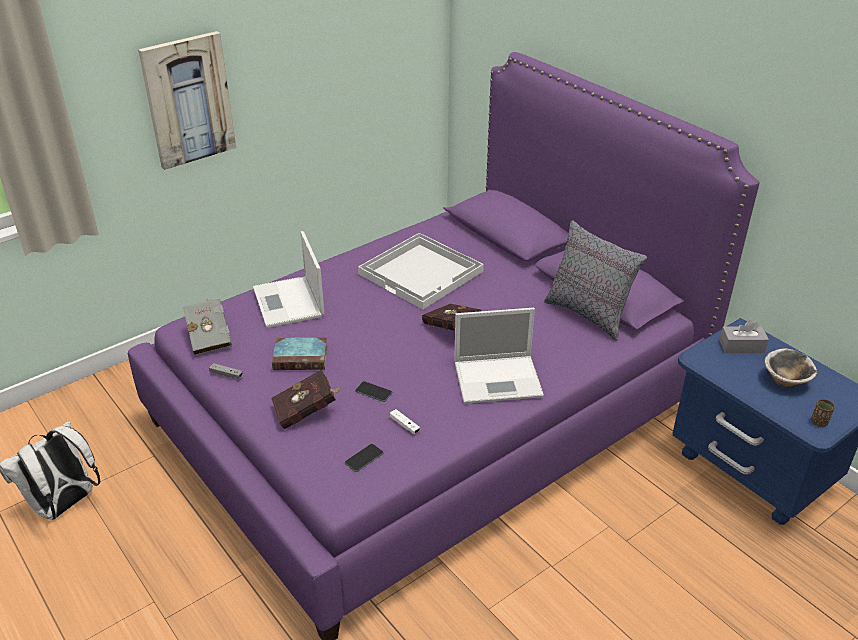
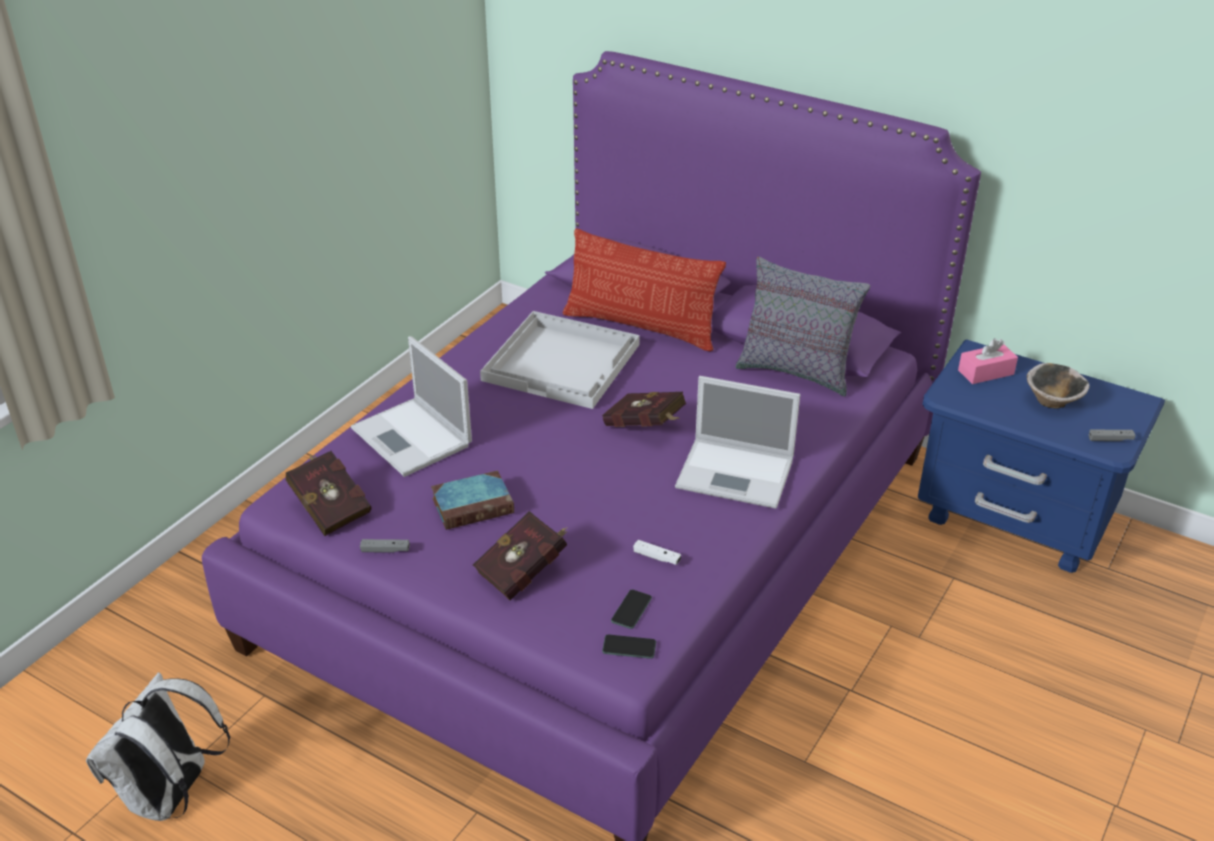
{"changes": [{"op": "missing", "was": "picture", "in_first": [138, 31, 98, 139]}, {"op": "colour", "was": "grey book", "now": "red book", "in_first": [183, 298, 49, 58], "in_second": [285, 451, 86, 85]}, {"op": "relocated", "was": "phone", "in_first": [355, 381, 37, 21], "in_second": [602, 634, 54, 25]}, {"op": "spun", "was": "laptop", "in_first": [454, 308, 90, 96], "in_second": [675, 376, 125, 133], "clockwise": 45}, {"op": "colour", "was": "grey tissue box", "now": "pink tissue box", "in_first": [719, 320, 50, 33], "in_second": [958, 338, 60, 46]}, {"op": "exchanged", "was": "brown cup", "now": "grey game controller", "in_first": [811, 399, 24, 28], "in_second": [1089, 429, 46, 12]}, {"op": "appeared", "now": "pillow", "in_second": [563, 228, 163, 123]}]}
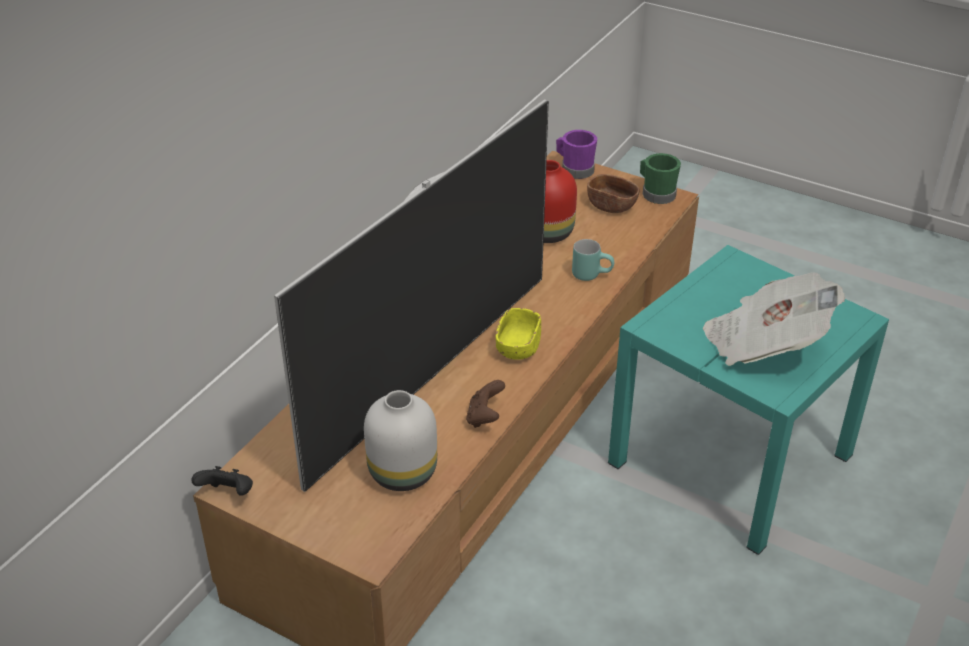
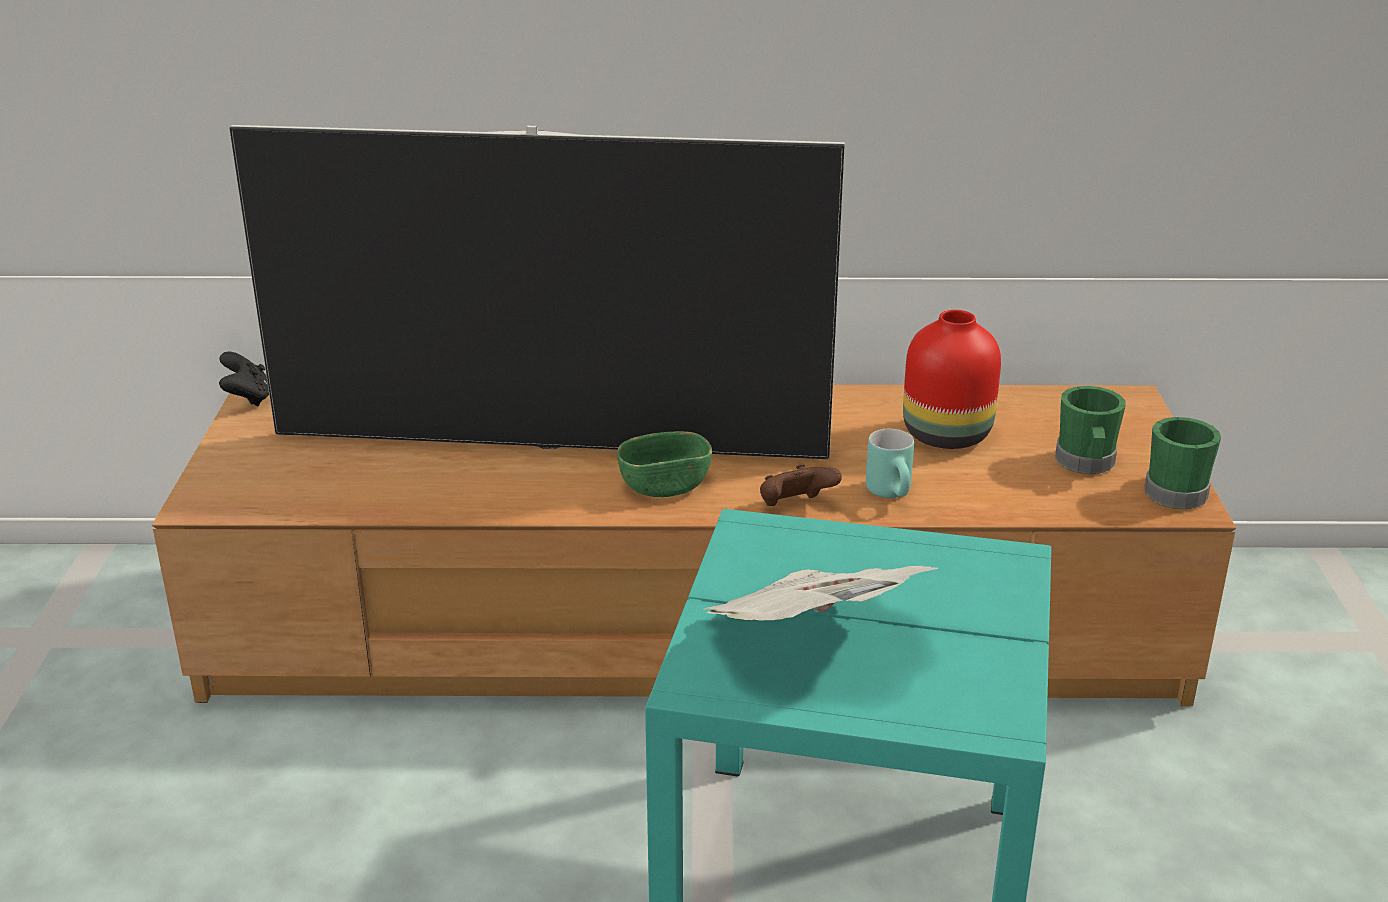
{"changes": [{"op": "missing", "was": "white vase", "in_first": [364, 390, 73, 101]}, {"op": "relocated", "was": "brown game controller", "in_first": [466, 380, 39, 48], "in_second": [760, 464, 82, 42]}, {"op": "colour", "was": "yellow bowl", "now": "green bowl", "in_first": [495, 308, 46, 52], "in_second": [617, 431, 95, 66]}, {"op": "missing", "was": "purple mug", "in_first": [556, 130, 41, 49]}, {"op": "exchanged", "was": "brown bowl", "now": "green mug", "in_first": [587, 174, 52, 39], "in_second": [1055, 386, 71, 88]}]}
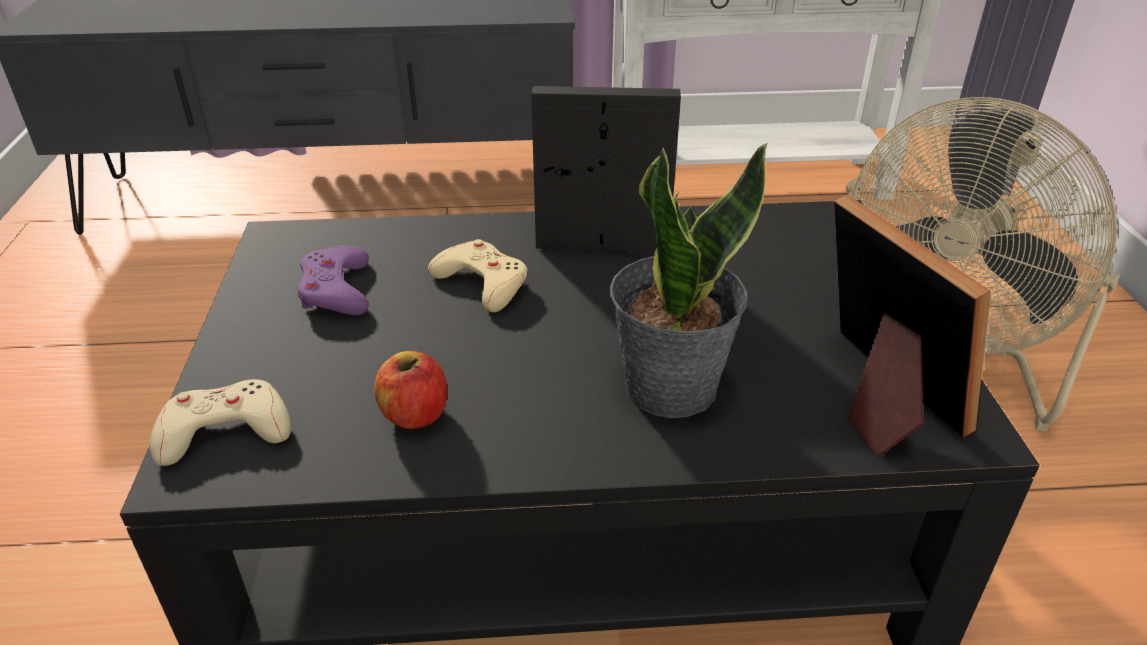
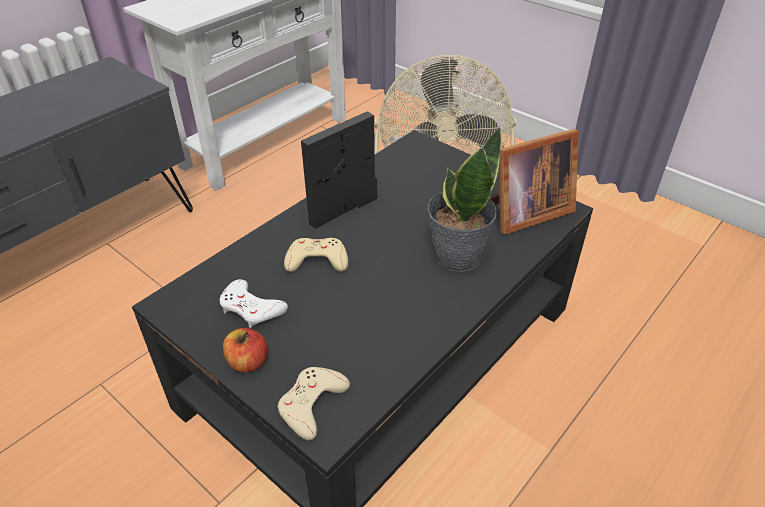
{"changes": [{"op": "colour", "was": "purple game controller", "now": "white game controller", "in_first": [297, 246, 72, 69], "in_second": [220, 279, 68, 49]}, {"op": "relocated", "was": "apple", "in_first": [374, 351, 73, 78], "in_second": [223, 328, 45, 44]}, {"op": "spun", "was": "picture frame", "in_first": [834, 194, 157, 263], "in_second": [489, 129, 90, 106], "clockwise": 135}]}
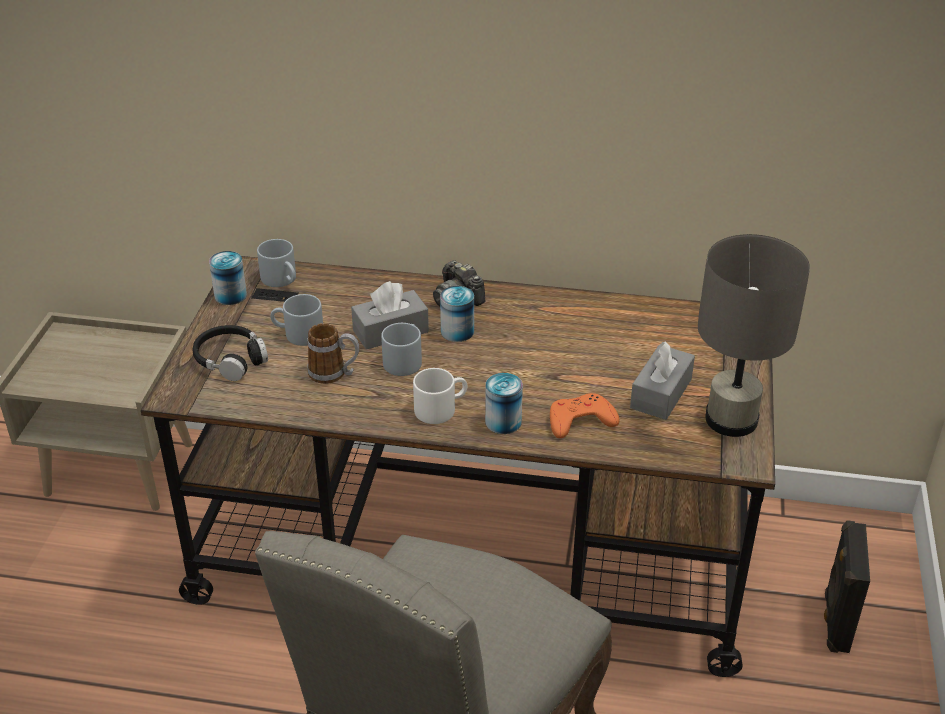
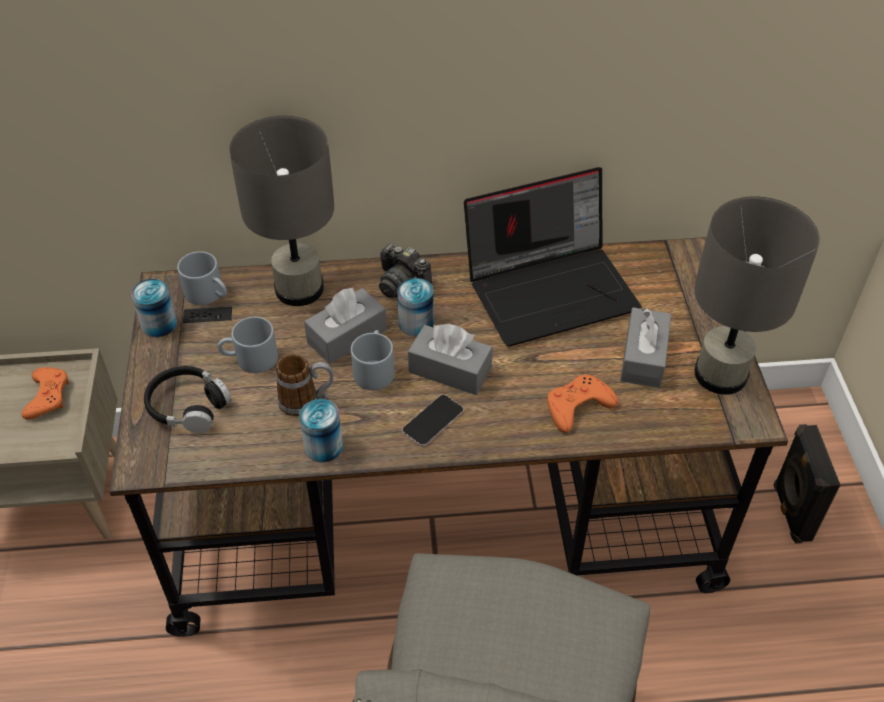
{"changes": [{"op": "exchanged", "was": "white mug", "now": "phone", "in_first": [413, 368, 54, 56], "in_second": [402, 395, 62, 51]}, {"op": "relocated", "was": "can", "in_first": [485, 373, 38, 61], "in_second": [299, 399, 44, 64]}, {"op": "appeared", "now": "orange game controller", "in_second": [22, 367, 47, 53]}, {"op": "appeared", "now": "grey table lamp", "in_second": [229, 116, 105, 190]}, {"op": "appeared", "now": "grey tissue box", "in_second": [408, 324, 85, 71]}, {"op": "appeared", "now": "laptop", "in_second": [464, 167, 178, 180]}]}
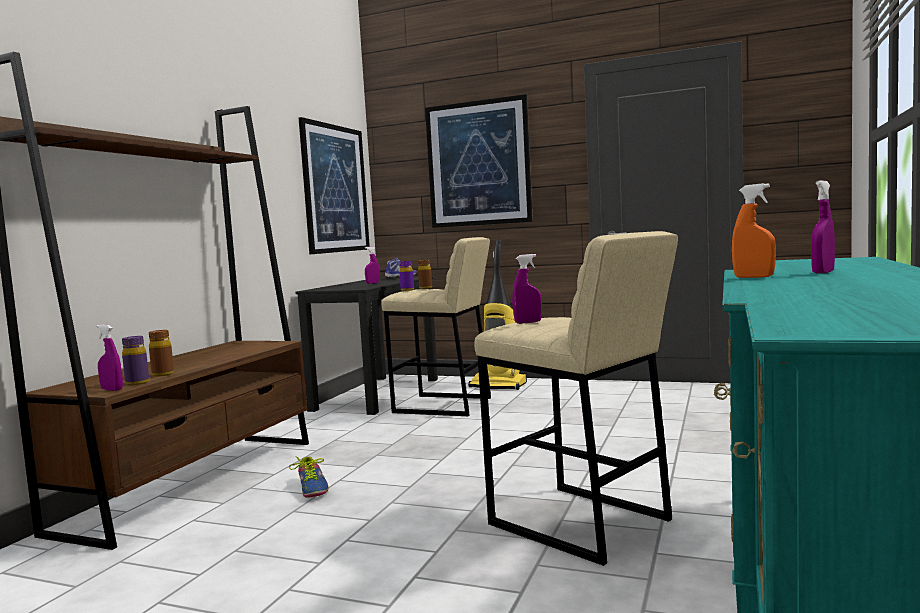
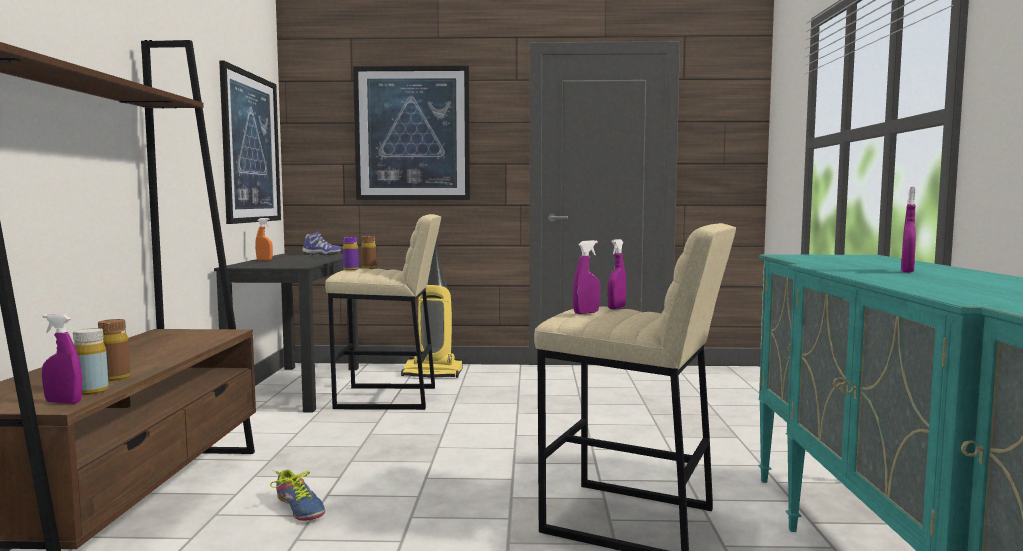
{"changes": [{"op": "colour", "was": "purple bottle", "now": "yellow bottle", "in_first": [122, 336, 27, 49], "in_second": [73, 328, 35, 67]}, {"op": "relocated", "was": "purple spray bottle", "in_first": [365, 247, 15, 37], "in_second": [608, 239, 18, 71]}, {"op": "relocated", "was": "orange spray bottle", "in_first": [732, 183, 44, 95], "in_second": [255, 218, 18, 42]}]}
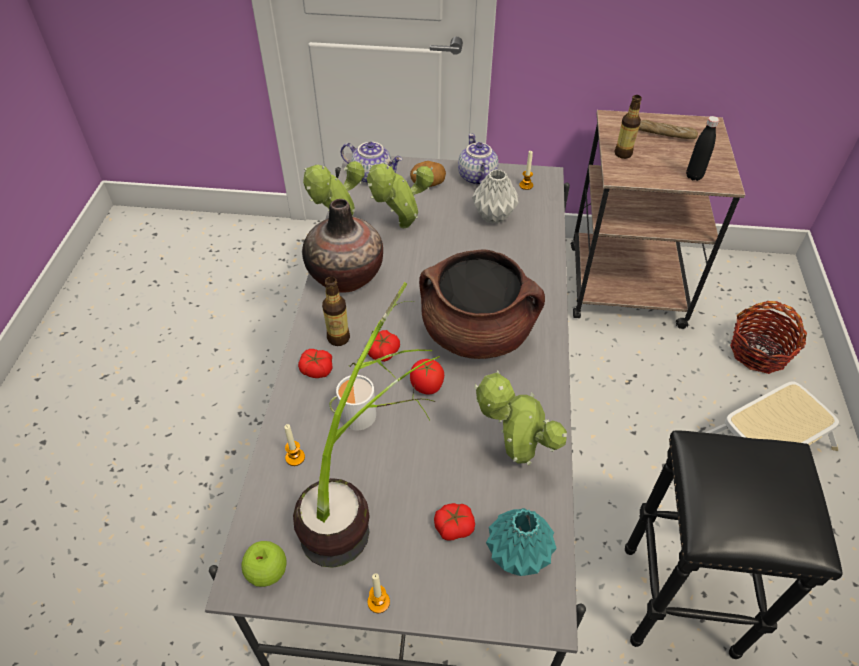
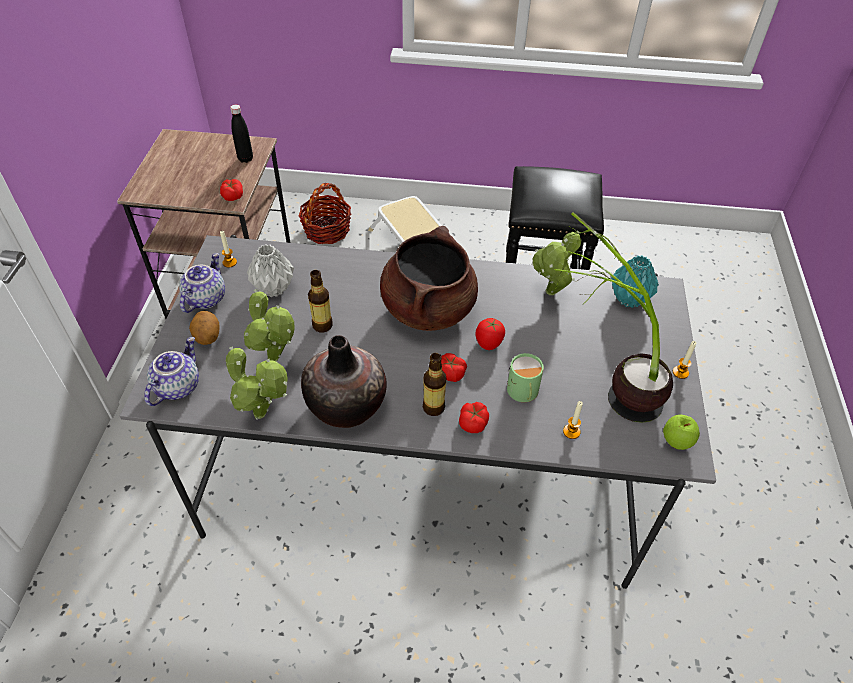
{"changes": [{"op": "colour", "was": "white mug", "now": "green mug", "in_first": [329, 375, 47, 55], "in_second": [507, 353, 37, 49]}, {"op": "relocated", "was": "tomato", "in_first": [434, 503, 41, 38], "in_second": [220, 179, 23, 22]}, {"op": "spun", "was": "teapot", "in_first": [458, 134, 41, 51], "in_second": [179, 253, 46, 60], "clockwise": 120}, {"op": "relocated", "was": "bottle", "in_first": [614, 95, 28, 64], "in_second": [308, 270, 25, 62]}, {"op": "missing", "was": "bread", "in_first": [638, 120, 60, 19]}]}
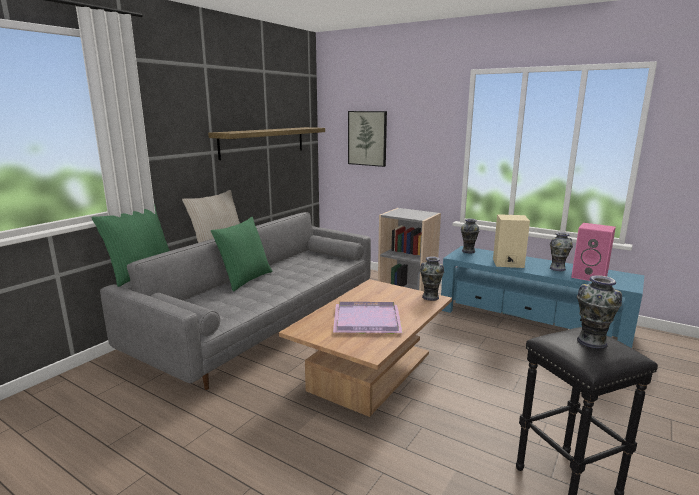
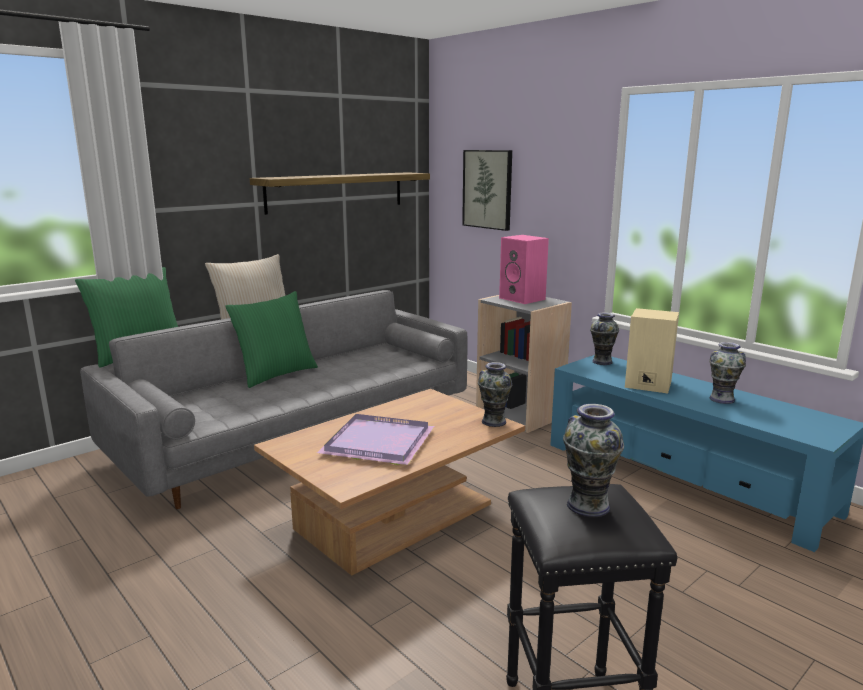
{"changes": [{"op": "relocated", "was": "pink speaker", "in_first": [571, 223, 45, 58], "in_second": [499, 235, 50, 69]}]}
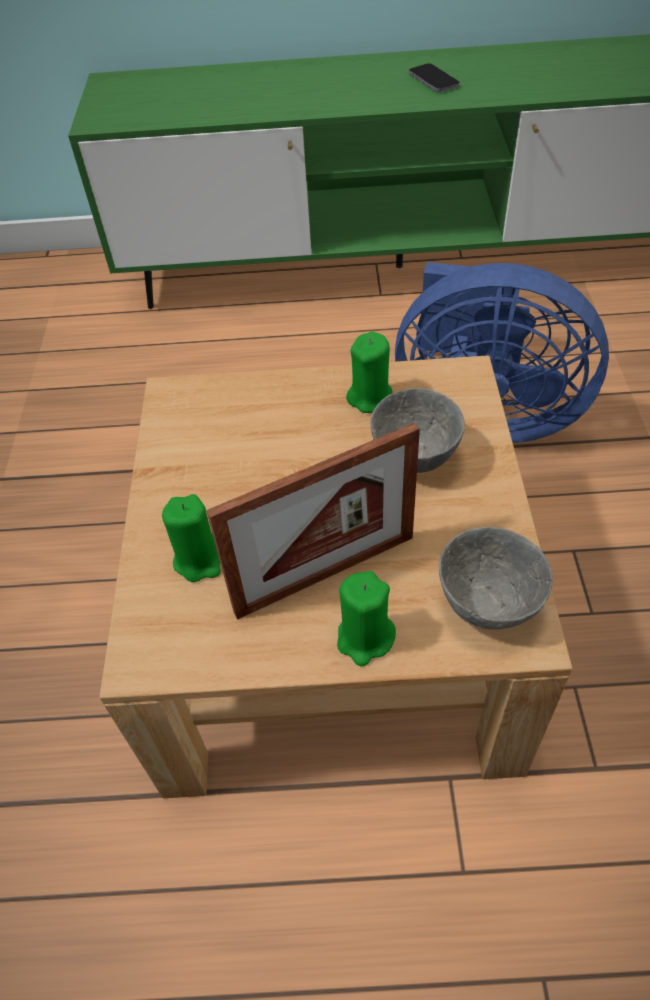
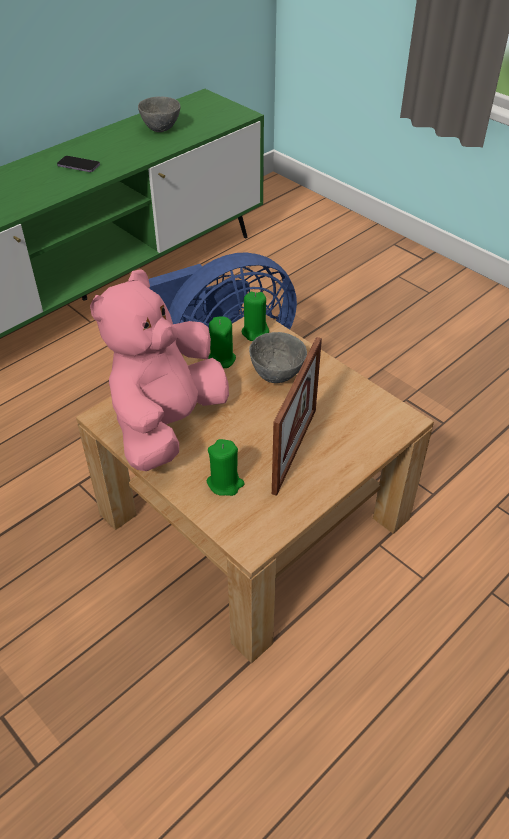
{"changes": [{"op": "relocated", "was": "green candle", "in_first": [337, 571, 59, 95], "in_second": [242, 292, 27, 49]}, {"op": "relocated", "was": "grey bowl", "in_first": [439, 527, 114, 102], "in_second": [138, 97, 43, 35]}, {"op": "appeared", "now": "pink plush toy", "in_second": [90, 269, 139, 202]}]}
